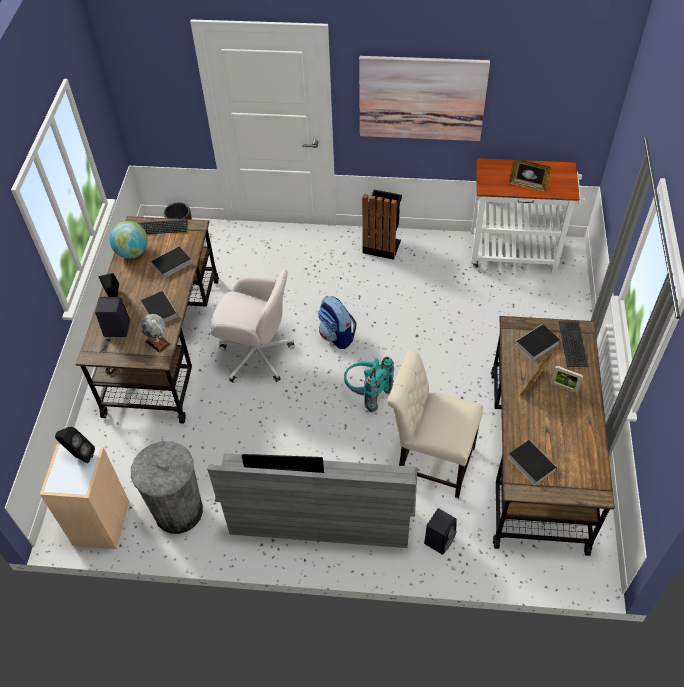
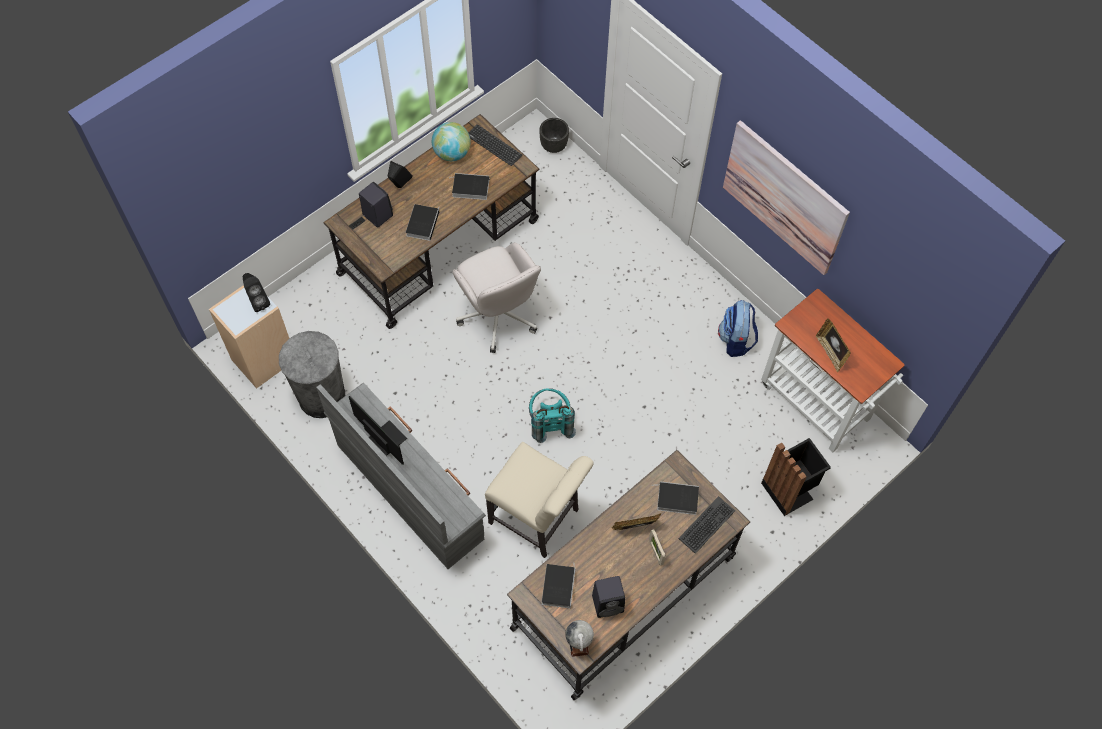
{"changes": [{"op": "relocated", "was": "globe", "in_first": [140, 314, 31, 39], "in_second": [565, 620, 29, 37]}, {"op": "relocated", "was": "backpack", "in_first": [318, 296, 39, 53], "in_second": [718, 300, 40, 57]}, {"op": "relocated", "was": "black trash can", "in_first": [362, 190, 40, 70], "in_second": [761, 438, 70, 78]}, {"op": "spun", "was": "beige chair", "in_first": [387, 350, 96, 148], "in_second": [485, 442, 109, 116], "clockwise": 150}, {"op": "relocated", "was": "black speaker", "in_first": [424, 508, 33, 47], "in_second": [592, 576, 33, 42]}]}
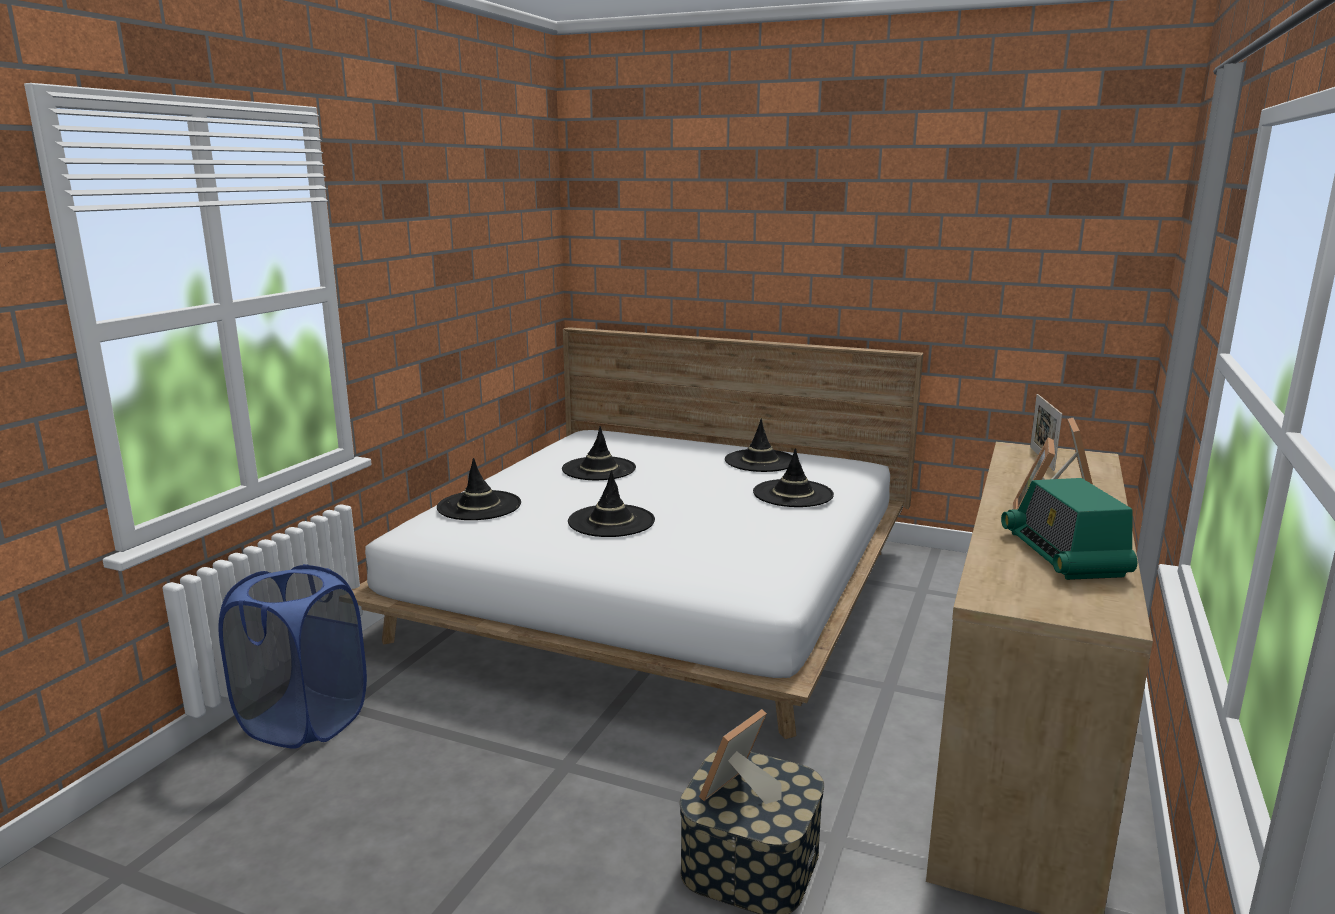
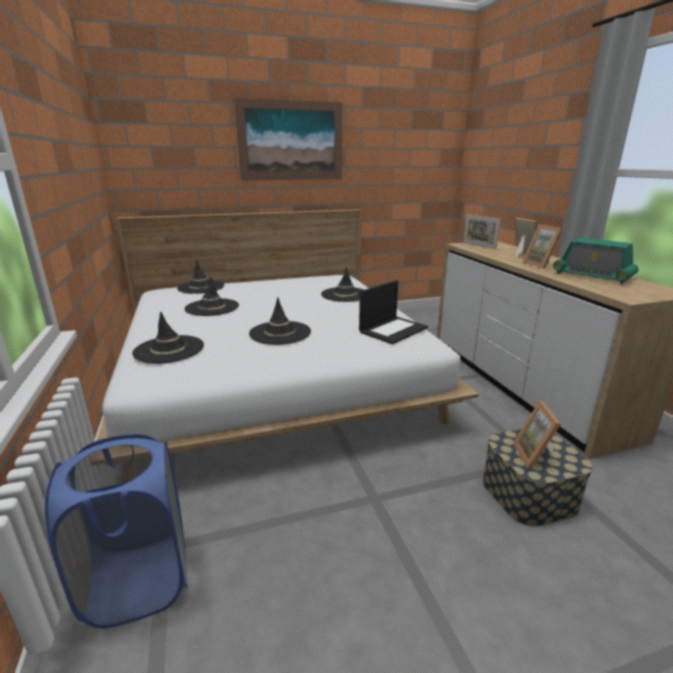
{"changes": [{"op": "relocated", "was": "black hat", "in_first": [725, 419, 68, 53], "in_second": [177, 260, 47, 34]}, {"op": "appeared", "now": "picture", "in_second": [234, 98, 108, 83]}, {"op": "appeared", "now": "laptop", "in_second": [359, 280, 69, 64]}]}
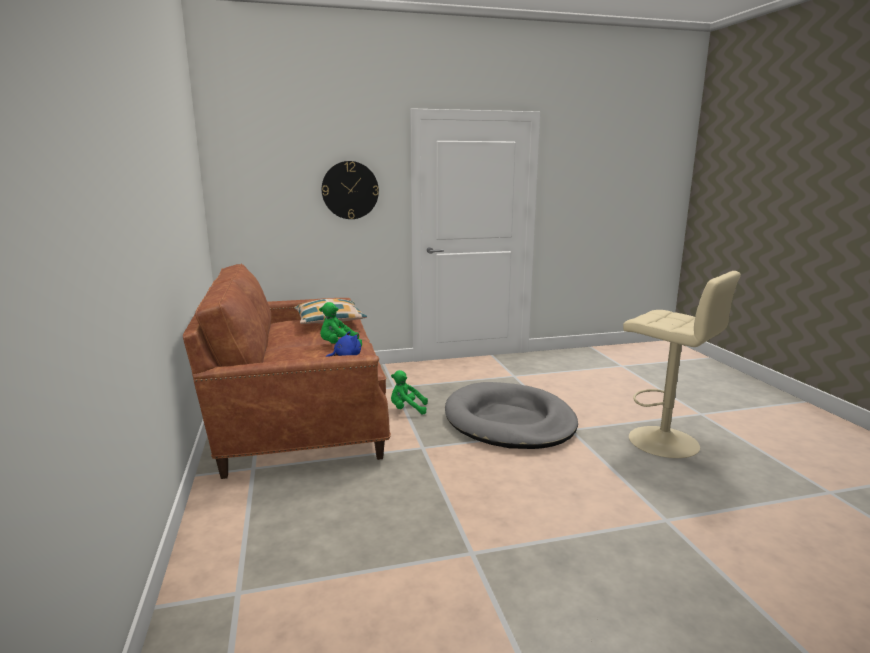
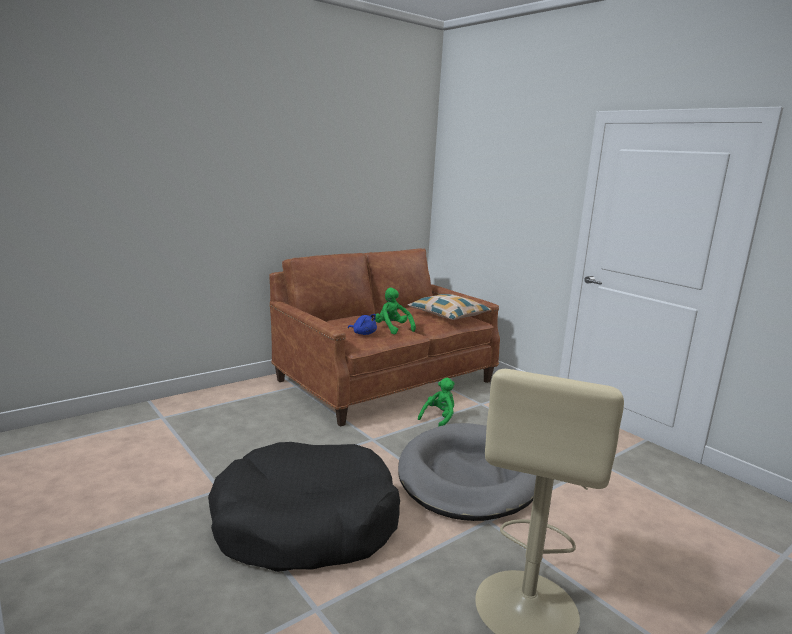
{"changes": [{"op": "missing", "was": "wall clock", "in_first": [322, 161, 57, 58]}, {"op": "spun", "was": "green plush toy", "in_first": [391, 370, 37, 45], "in_second": [418, 378, 37, 49], "clockwise": 60}, {"op": "appeared", "now": "black dog bed", "in_second": [208, 442, 192, 130]}]}
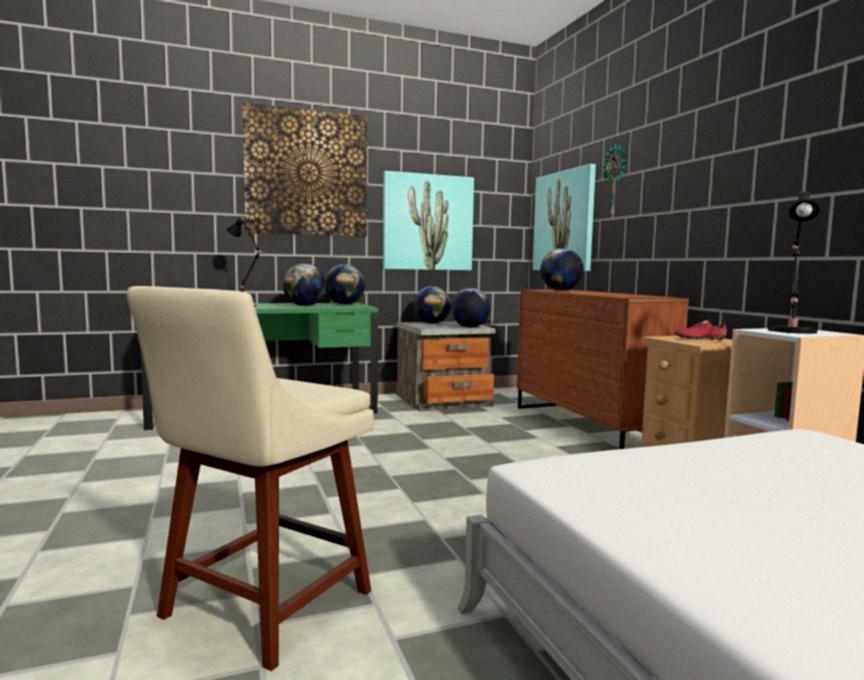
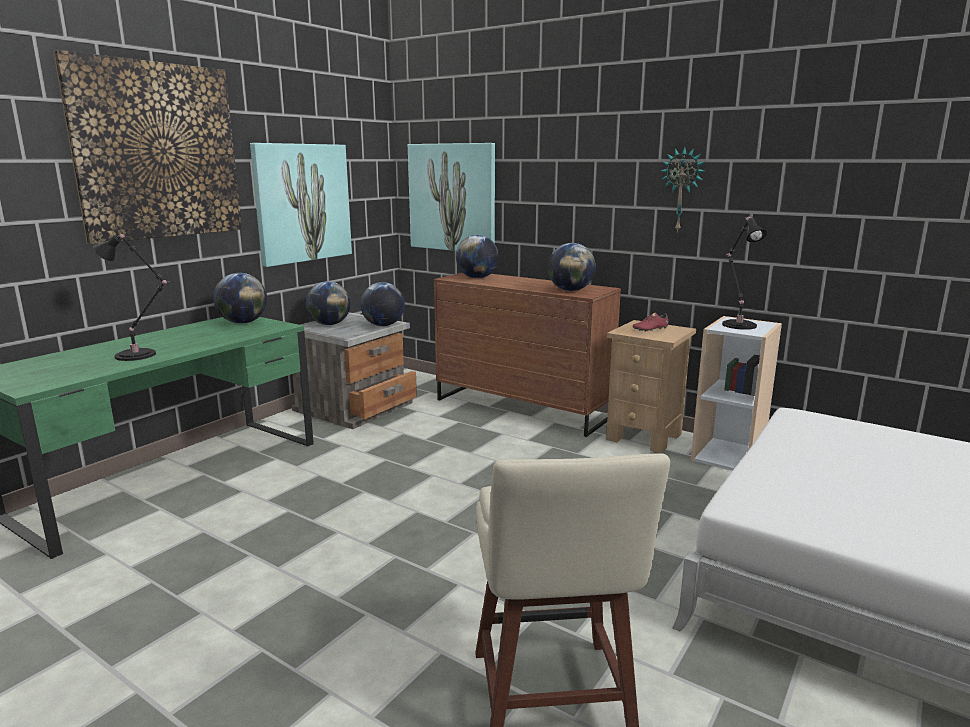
{"changes": [{"op": "relocated", "was": "globe", "in_first": [283, 264, 43, 42], "in_second": [548, 243, 48, 48]}, {"op": "relocated", "was": "wall clock", "in_first": [602, 144, 26, 73], "in_second": [661, 147, 44, 86]}]}
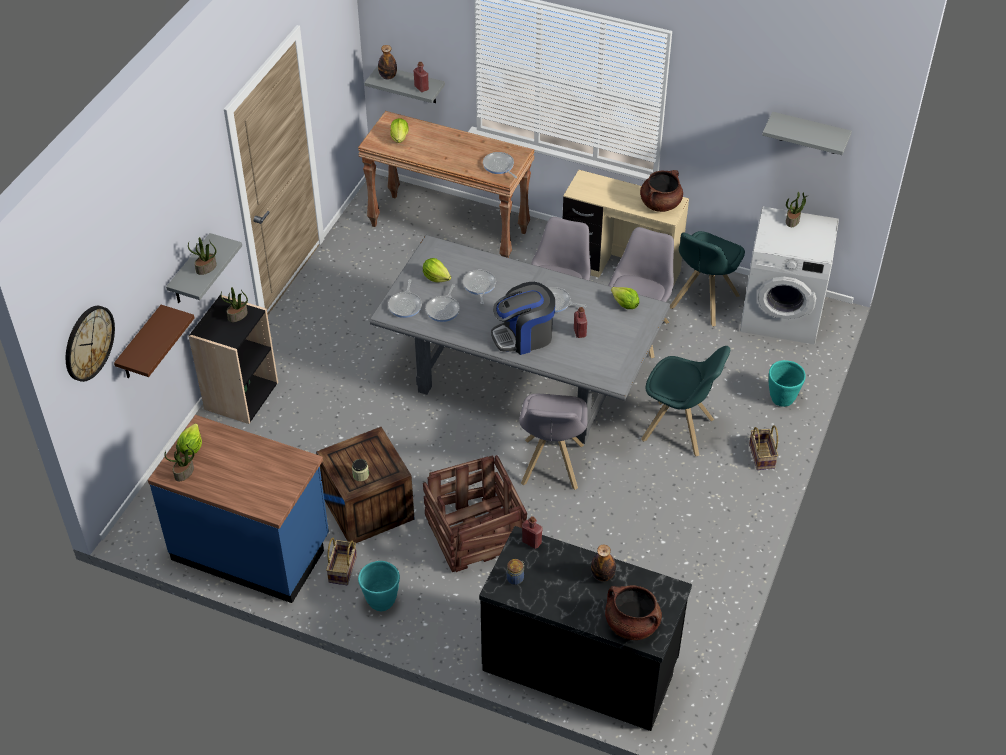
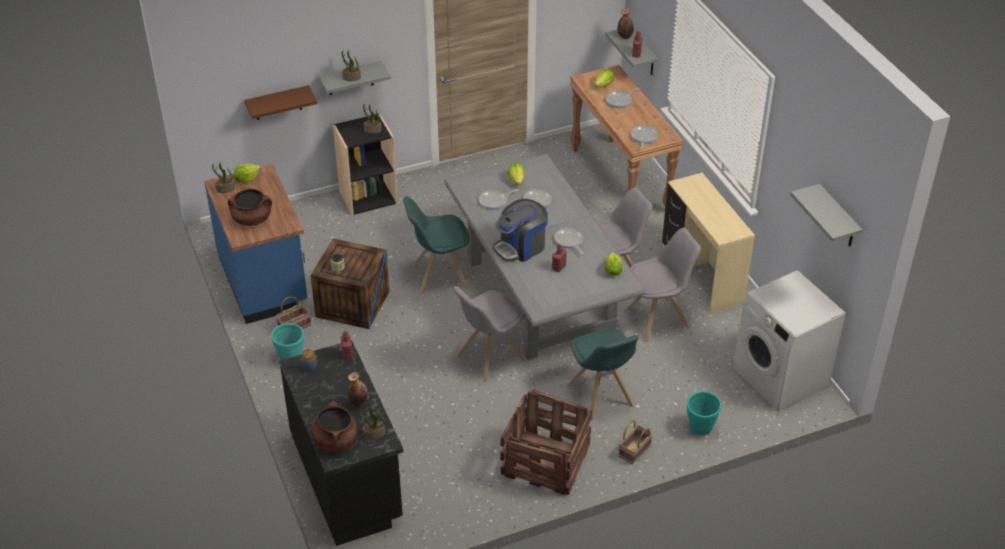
{"changes": [{"op": "missing", "was": "wall clock", "in_first": [66, 306, 49, 76]}, {"op": "relocated", "was": "frying pan", "in_first": [388, 279, 34, 39], "in_second": [606, 88, 33, 20]}, {"op": "relocated", "was": "crate", "in_first": [423, 455, 104, 117], "in_second": [501, 390, 91, 105]}, {"op": "spun", "was": "coffee machine", "in_first": [491, 282, 64, 73], "in_second": [493, 199, 55, 63], "clockwise": -60}, {"op": "relocated", "was": "brown cooking pot", "in_first": [640, 170, 43, 42], "in_second": [228, 189, 44, 37]}, {"op": "relocated", "was": "turquoise chair", "in_first": [670, 231, 75, 96], "in_second": [403, 197, 66, 98]}, {"op": "relocated", "was": "potted plant", "in_first": [786, 192, 21, 35], "in_second": [360, 407, 25, 33]}]}
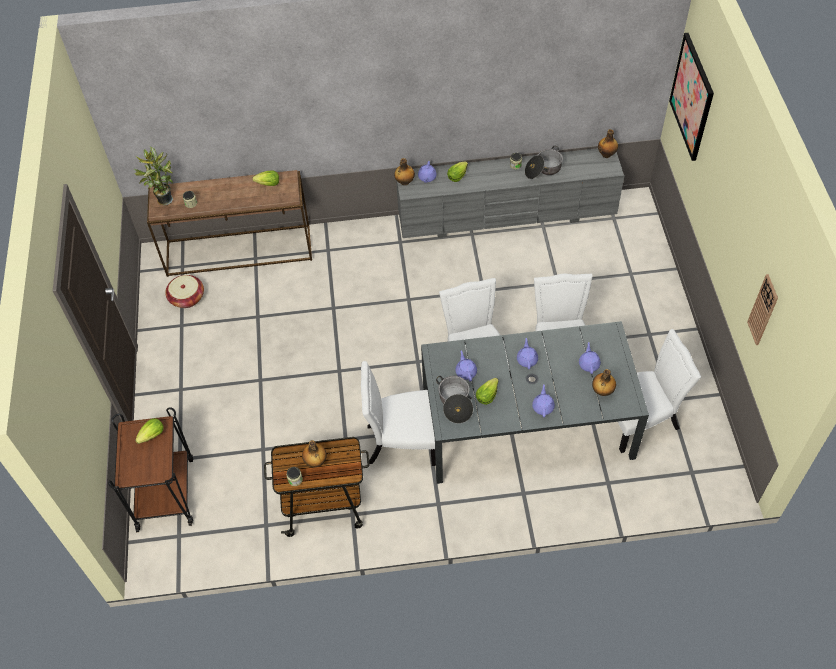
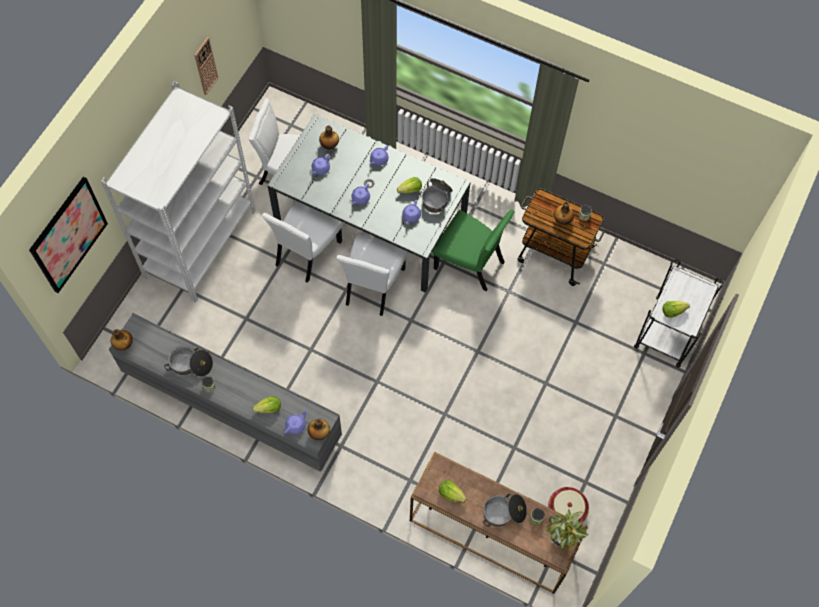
{"changes": [{"op": "colour", "was": "brown cart", "now": "white cart", "in_first": [108, 407, 85, 125], "in_second": [634, 259, 90, 109]}, {"op": "colour", "was": "white chair", "now": "green chair", "in_first": [361, 361, 75, 105], "in_second": [432, 209, 82, 82]}, {"op": "appeared", "now": "white bookcase", "in_second": [101, 81, 154, 222]}, {"op": "appeared", "now": "cooking pot", "in_second": [483, 494, 44, 33]}]}
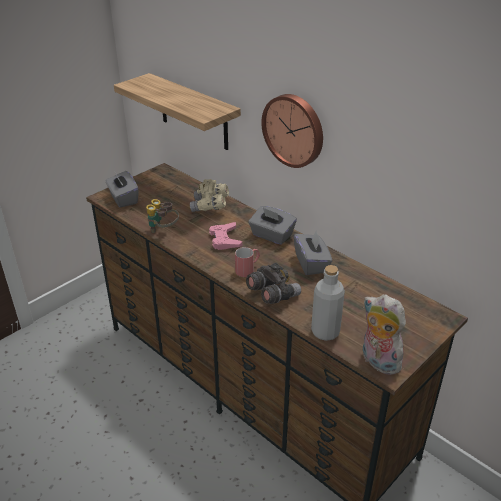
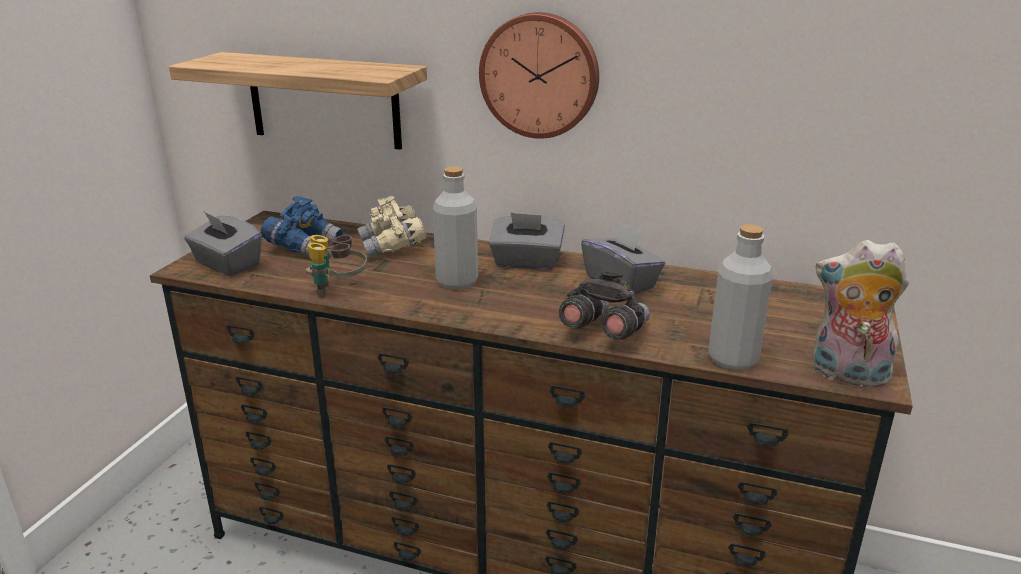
{"changes": [{"op": "exchanged", "was": "pink game controller", "now": "grey bottle", "in_first": [209, 222, 33, 28], "in_second": [433, 166, 45, 123]}, {"op": "missing", "was": "red mug", "in_first": [235, 247, 25, 30]}, {"op": "appeared", "now": "blue binoculars", "in_second": [261, 196, 82, 60]}]}
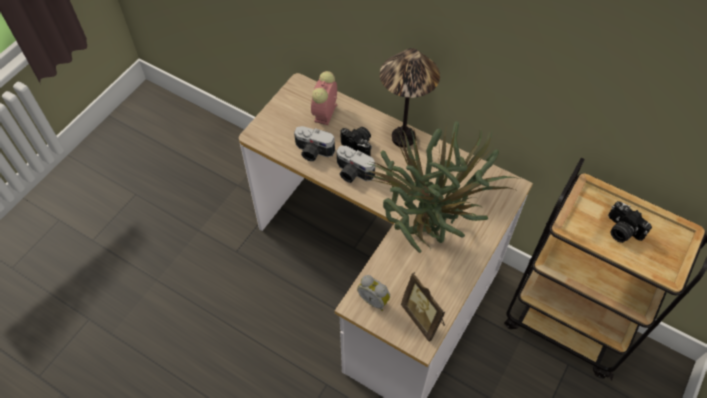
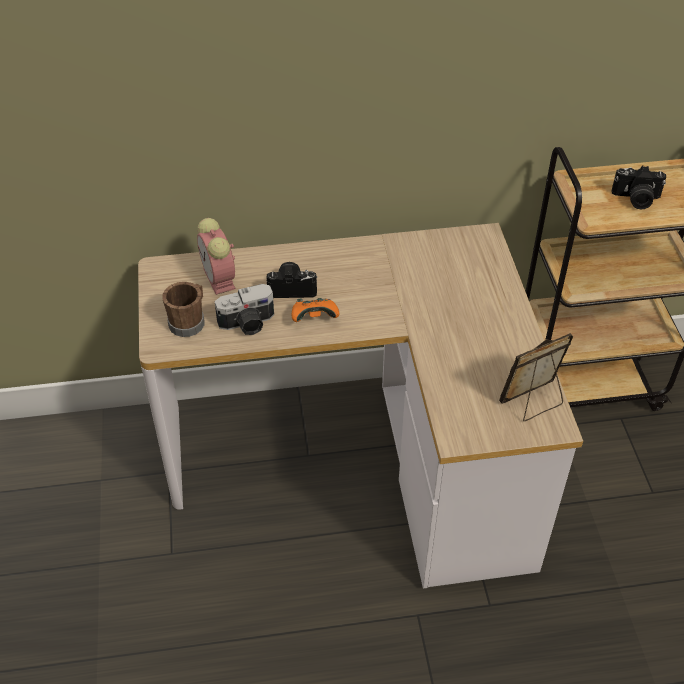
{"changes": [{"op": "exchanged", "was": "photo camera", "now": "orange game controller", "in_first": [336, 146, 39, 37], "in_second": [292, 298, 47, 24]}, {"op": "missing", "was": "alarm clock", "in_first": [357, 275, 33, 36]}, {"op": "missing", "was": "potted plant", "in_first": [363, 121, 157, 132]}, {"op": "missing", "was": "table lamp", "in_first": [380, 48, 60, 100]}, {"op": "spun", "was": "picture frame", "in_first": [401, 272, 45, 70], "in_second": [499, 333, 74, 88], "clockwise": 135}, {"op": "appeared", "now": "brown mug", "in_second": [162, 282, 42, 55]}]}
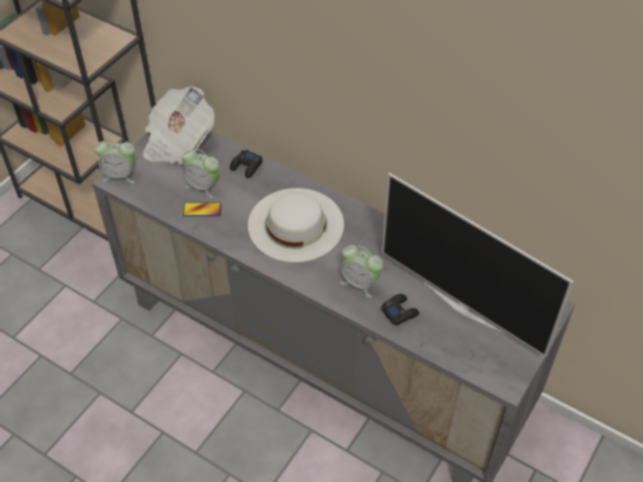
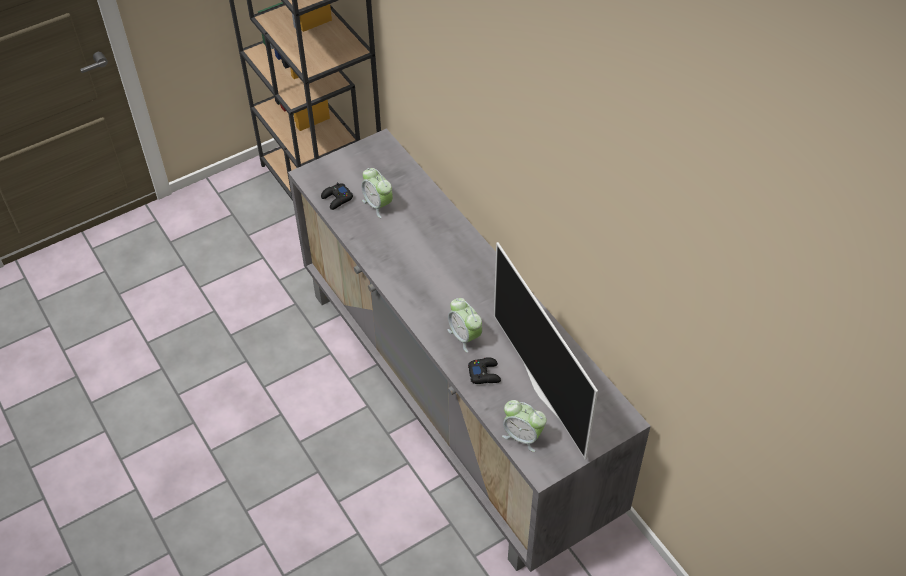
{"changes": [{"op": "relocated", "was": "alarm clock", "in_first": [94, 138, 41, 45], "in_second": [502, 400, 44, 52]}, {"op": "missing", "was": "newspaper", "in_first": [143, 86, 72, 79]}, {"op": "missing", "was": "phone", "in_first": [183, 203, 39, 13]}, {"op": "relocated", "was": "black game controller", "in_first": [230, 150, 33, 28], "in_second": [321, 183, 32, 27]}, {"op": "missing", "was": "white hat", "in_first": [248, 188, 96, 75]}]}
